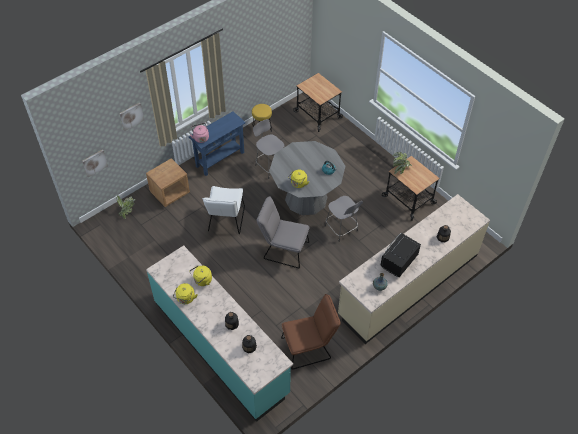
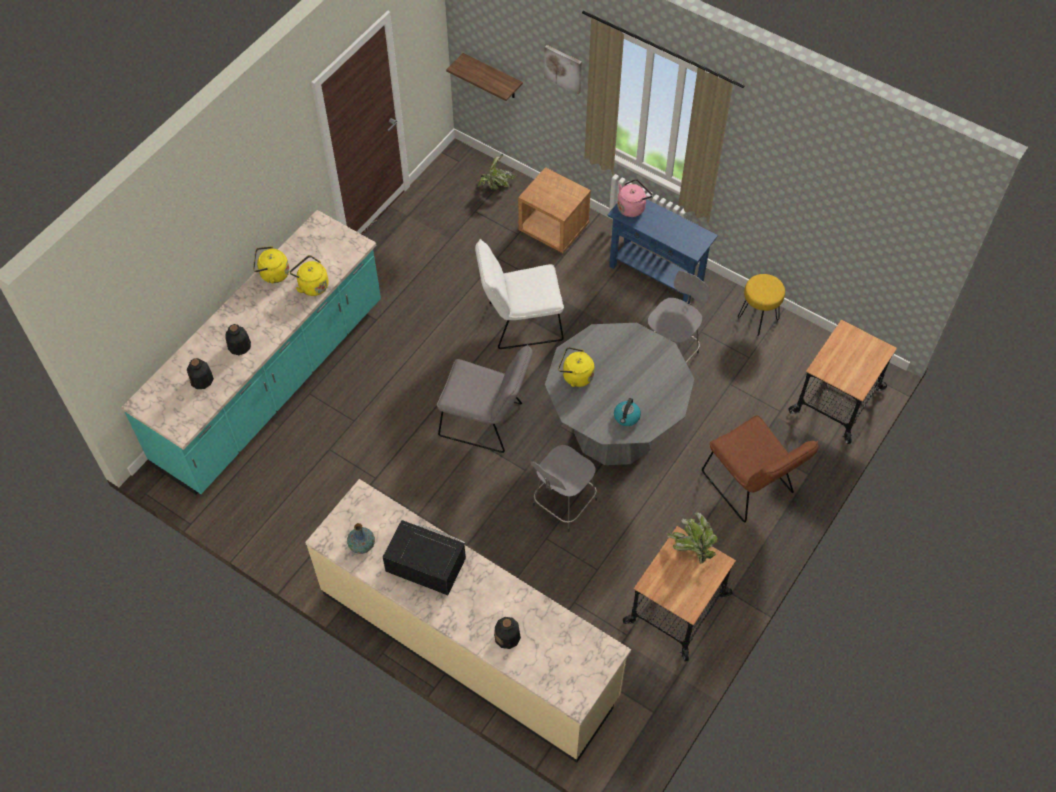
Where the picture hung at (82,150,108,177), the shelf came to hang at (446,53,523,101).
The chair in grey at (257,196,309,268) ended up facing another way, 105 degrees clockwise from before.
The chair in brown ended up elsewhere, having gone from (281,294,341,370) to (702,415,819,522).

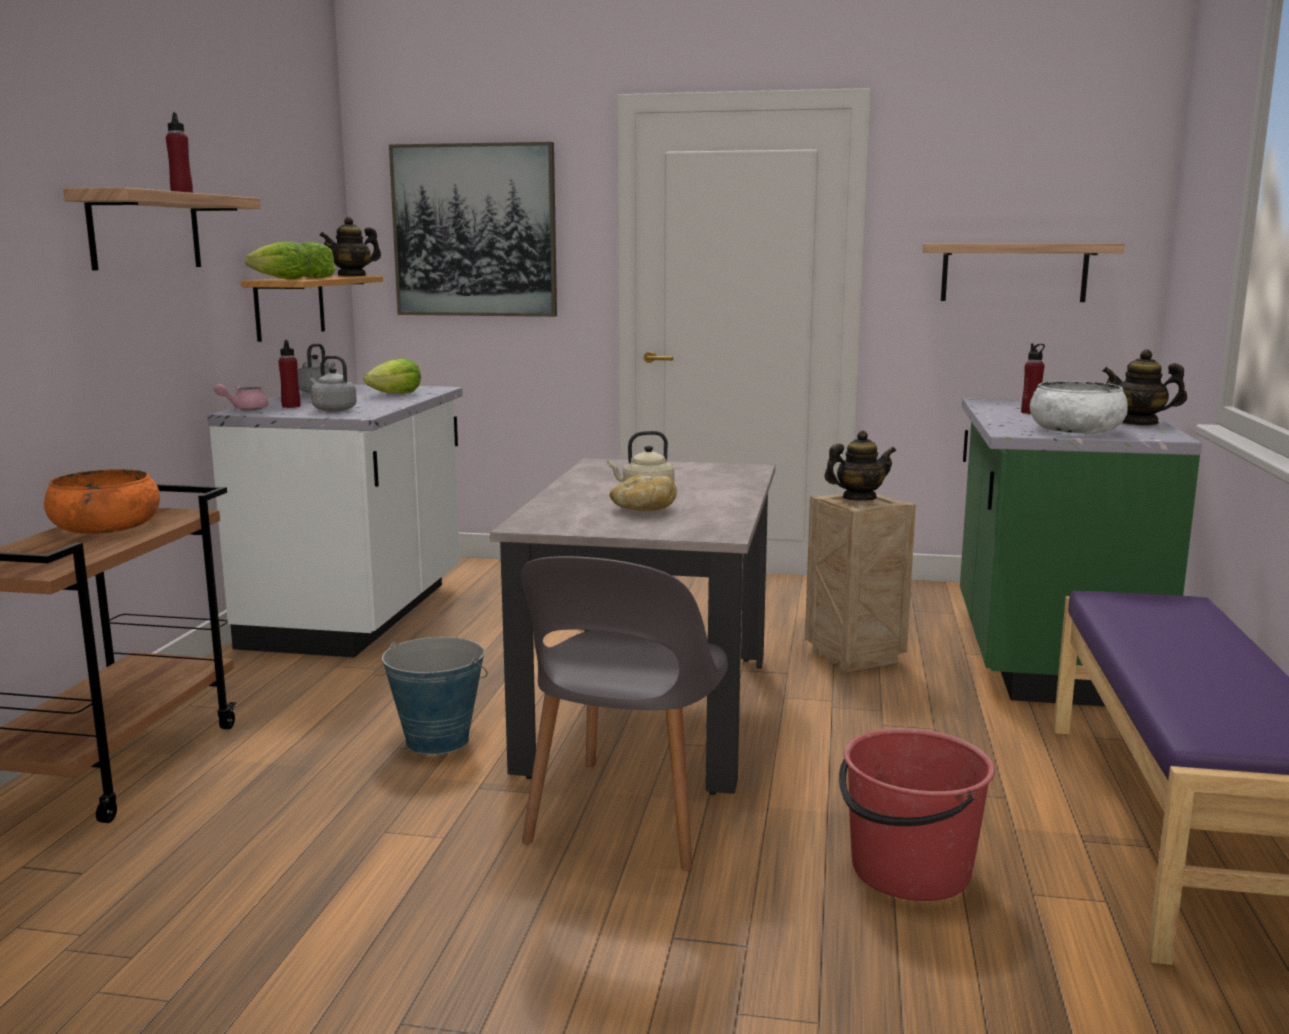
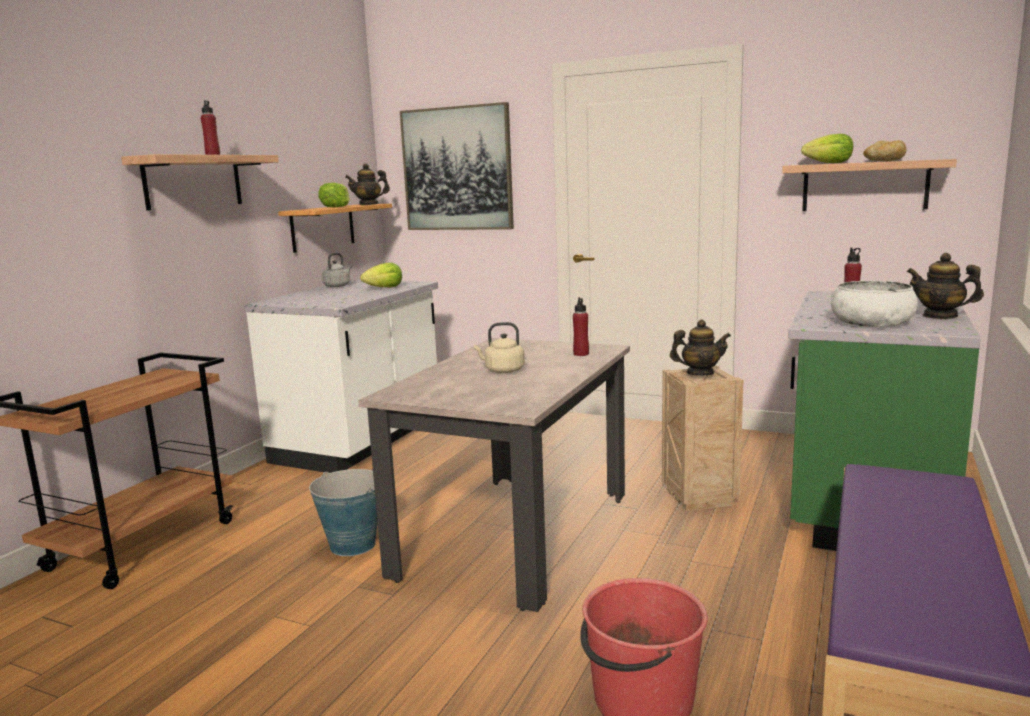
The second view lost the bowl in orange at (44,469,160,534).
The second view lost the teapot in pink at (214,384,268,410).
The lettuce ended up elsewhere, having gone from (245,242,310,280) to (801,134,853,163).
The bottle in red ended up elsewhere, having gone from (278,340,300,408) to (573,297,589,356).
The second view lost the kettle in grey at (310,355,357,412).
The second view lost the chair in grey at (521,556,728,871).
The bread ended up elsewhere, having gone from (610,475,677,511) to (863,140,907,161).

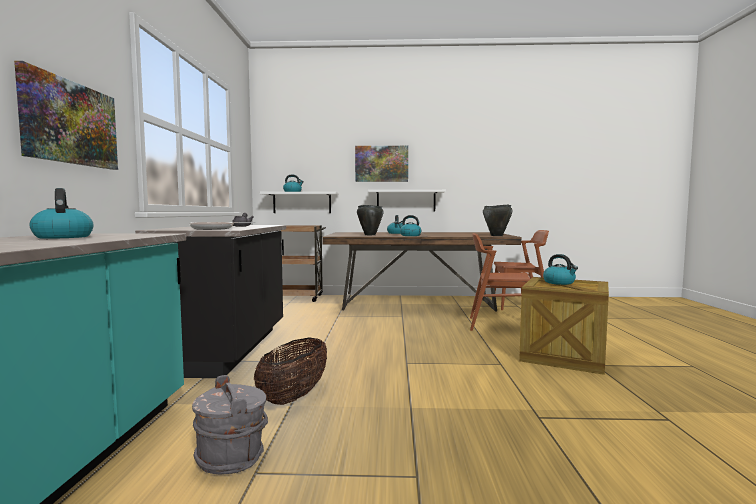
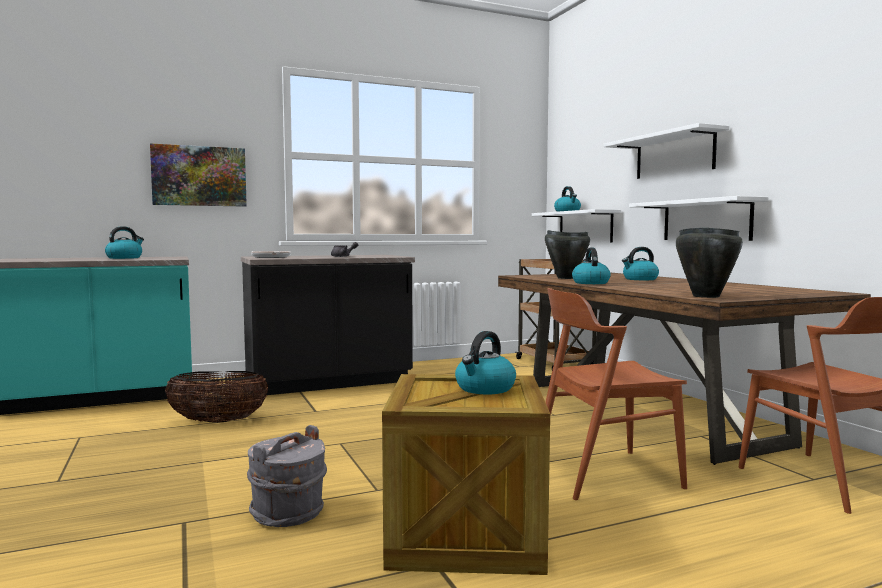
The bucket in grey ended up elsewhere, having gone from (192,375,268,474) to (247,425,327,527).
Where the picture hung at (355,146,408,182), the shelf in white came to hang at (603,123,729,179).
The chair in brown at (470,233,530,331) ended up facing another way, 90 degrees counterclockwise from before.

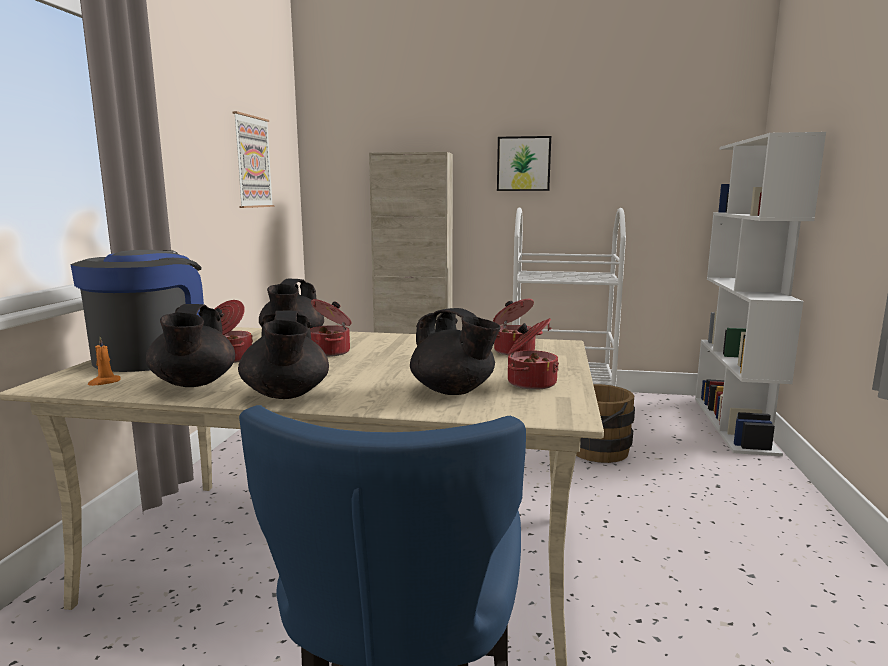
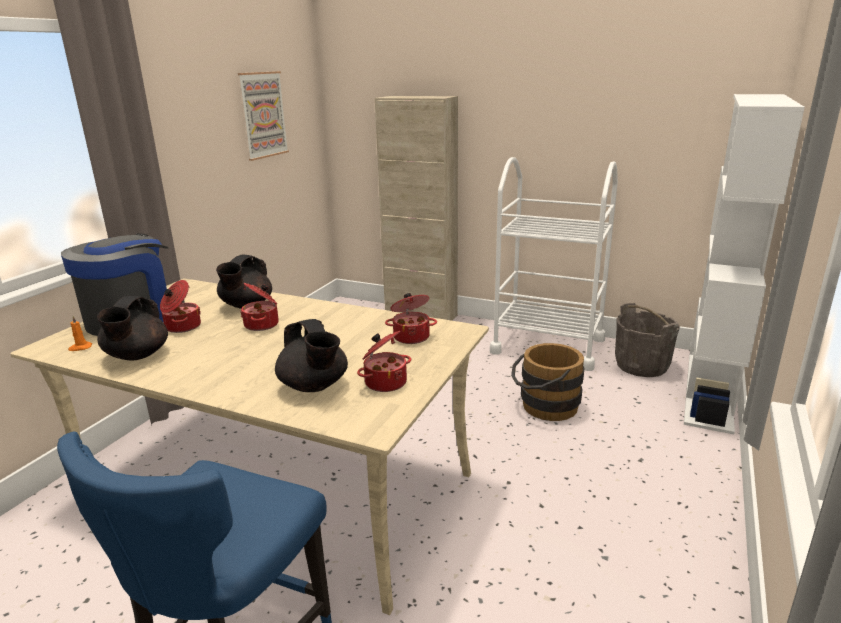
The second view lost the teapot in black at (238,310,329,399).
The second view lost the picture at (497,136,551,191).
The second view gained the bucket in grey at (615,303,680,377).

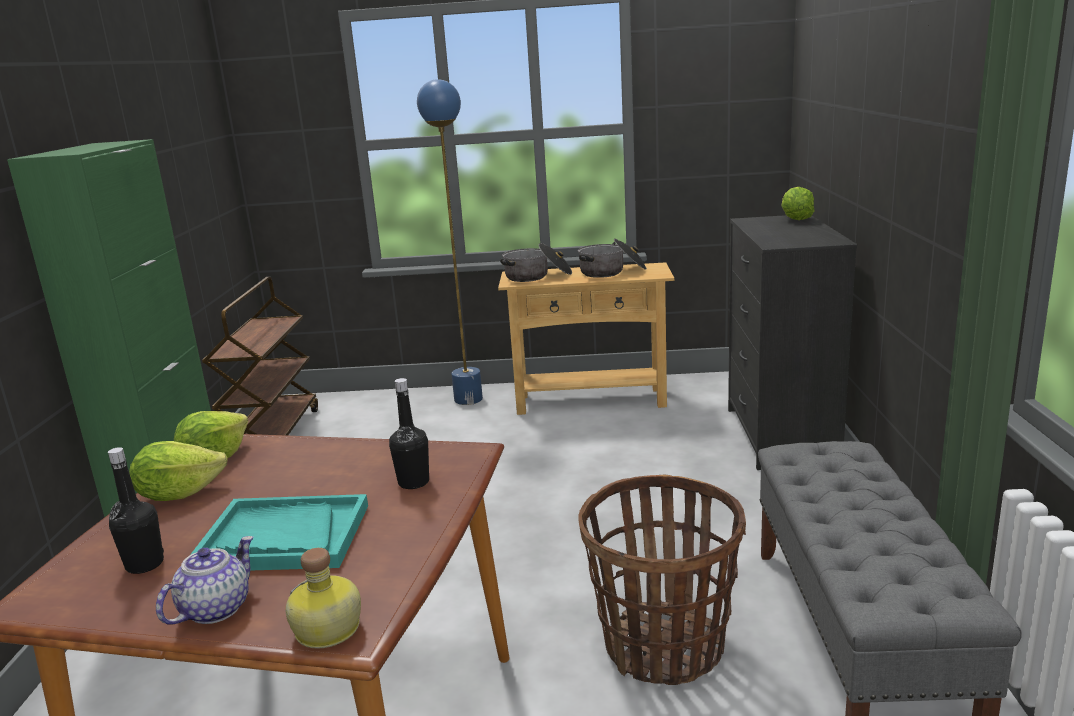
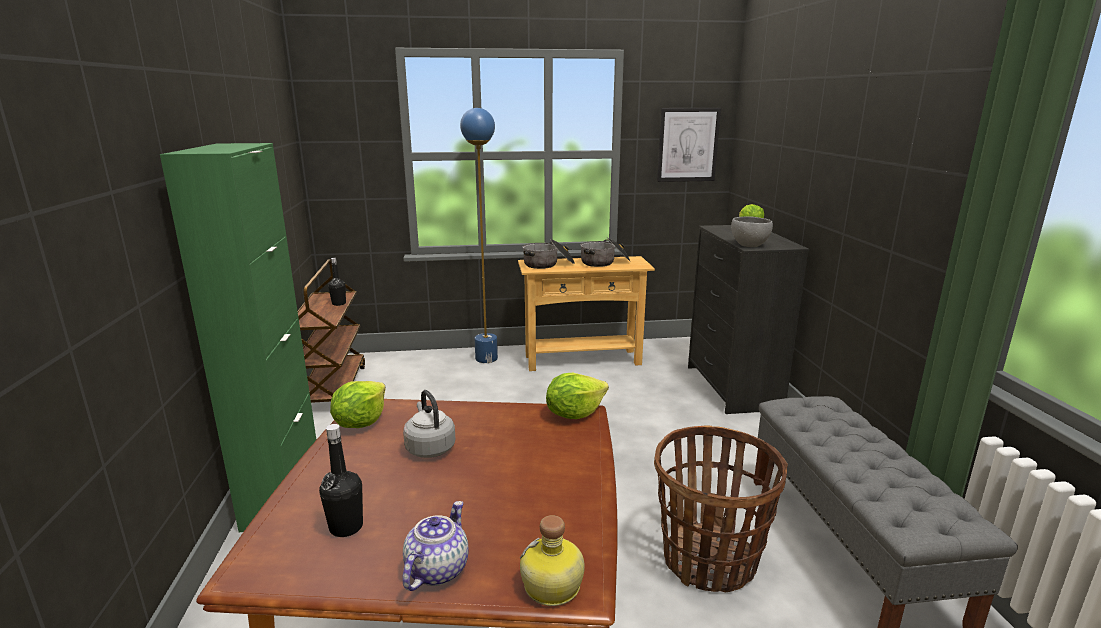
The lettuce ended up elsewhere, having gone from (129,441,228,501) to (546,373,609,419).
The second view lost the tray in turquoise at (190,494,368,571).
The bottle in black ended up elsewhere, having gone from (389,378,429,489) to (328,258,346,306).
The second view gained the kettle in grey at (403,390,455,458).
The second view gained the picture at (657,108,721,182).
The second view gained the bowl in grey at (731,217,773,247).

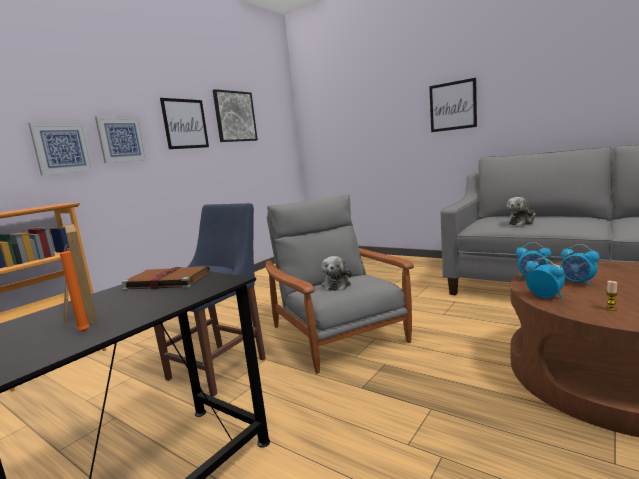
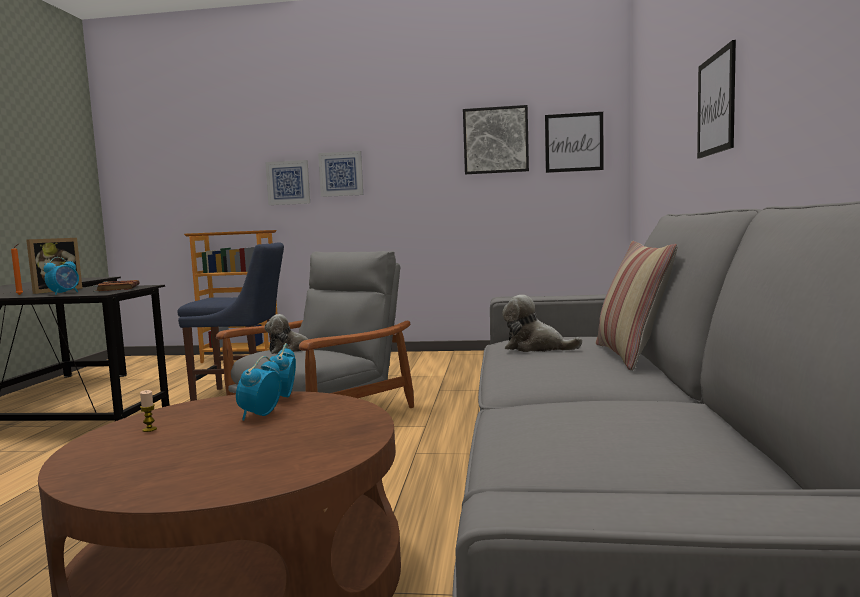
The picture ended up elsewhere, having gone from (160,98,209,149) to (545,112,604,173).
The alarm clock ended up elsewhere, having gone from (525,258,565,299) to (43,257,79,295).
The second view gained the pillow at (596,241,678,371).

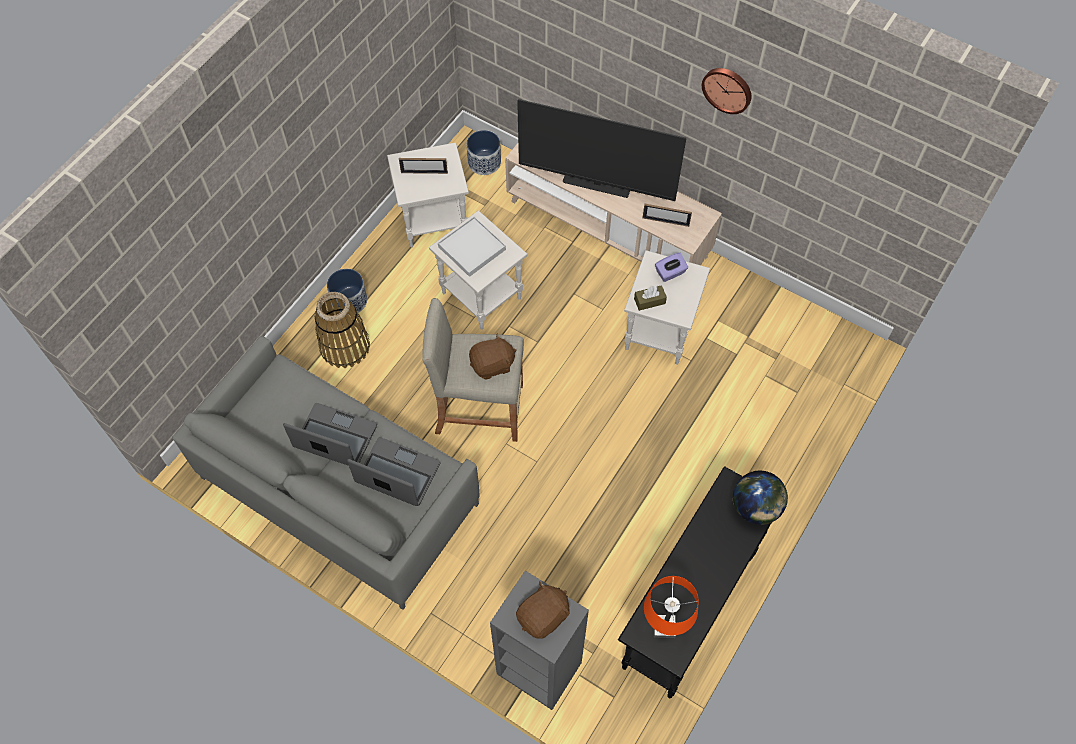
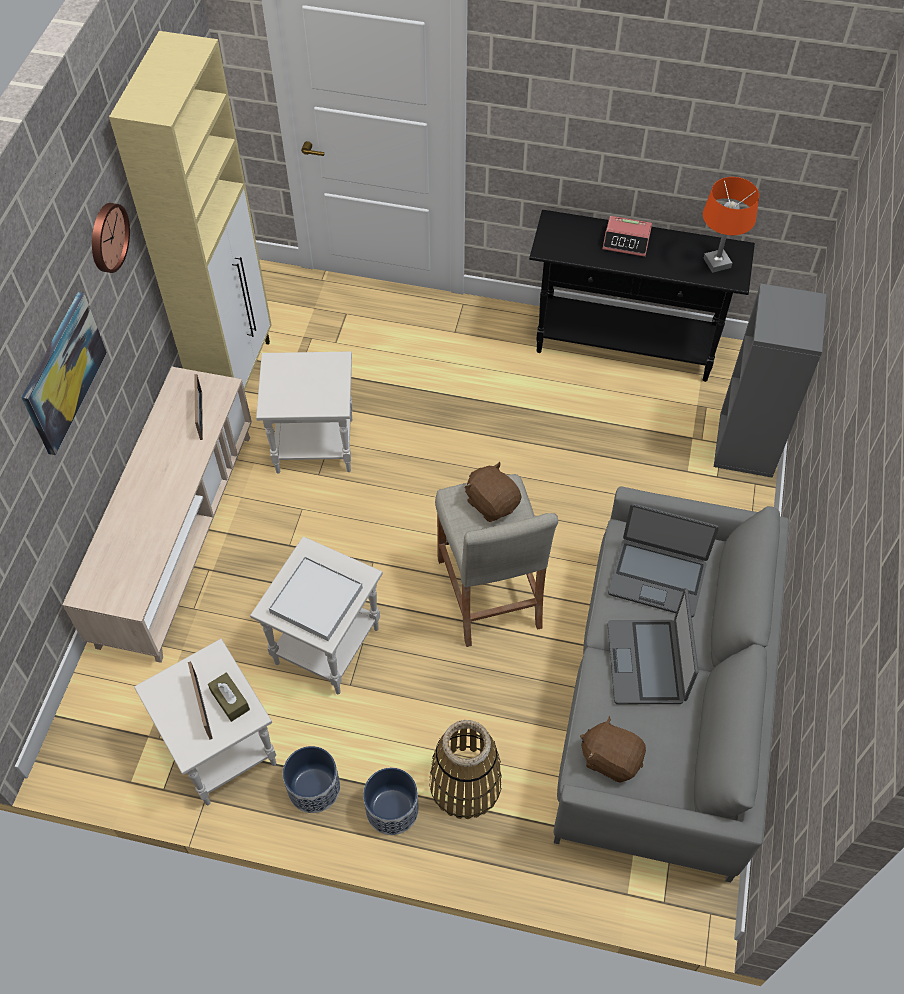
The laptop at (347,437,441,506) ended up facing another way, 75 degrees counterclockwise from before.
The planter ended up elsewhere, having gone from (466,130,501,175) to (283,746,340,813).
The plush toy in brown ended up elsewhere, having gone from (516,581,570,639) to (580,716,646,782).
The second view lost the television at (517,99,686,201).
The tissue box in brown ended up elsewhere, having gone from (634,285,667,311) to (208,672,250,722).
The second view lost the tissue box in purple at (655,253,688,282).
The second view lost the globe at (733,471,788,525).
The second view gained the picture at (21,292,107,455).
The second view gained the cabinet in beige at (109,31,272,390).
The second view gained the alarm clock at (603,216,652,257).

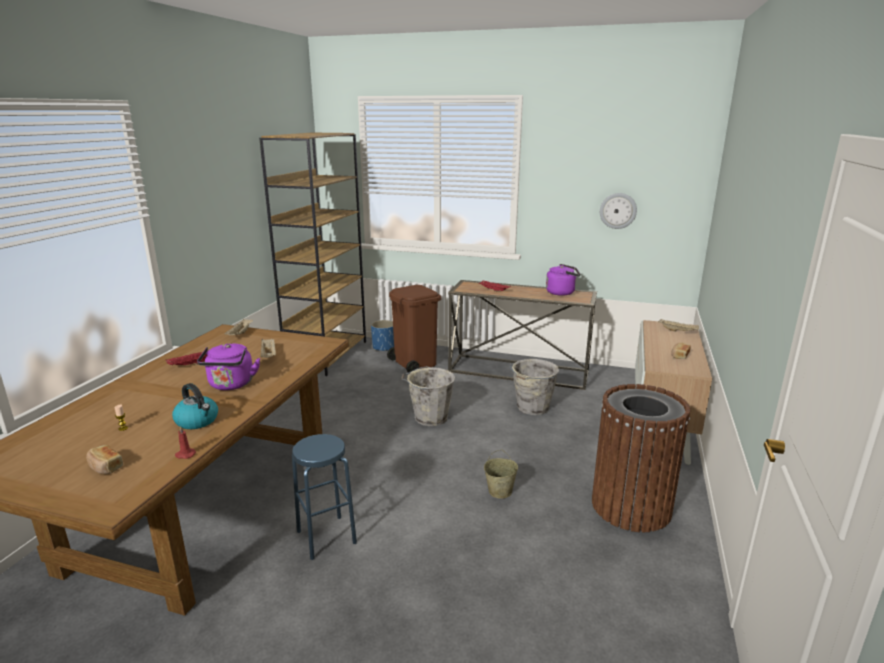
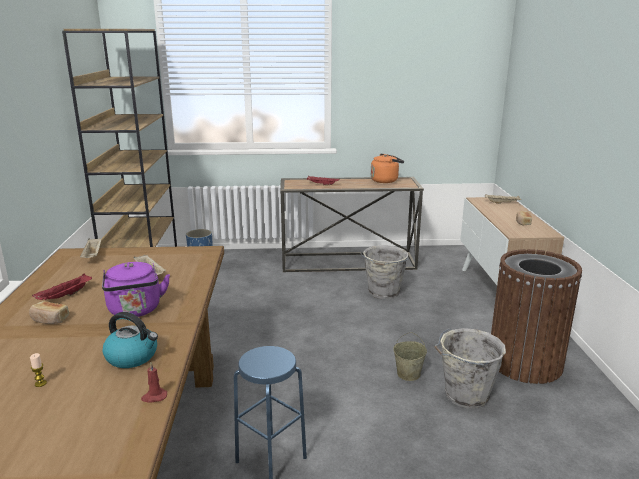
The bread ended up elsewhere, having gone from (86,445,123,474) to (29,301,69,324).
The second view lost the trash can in brown at (387,285,441,373).
The bucket in grey ended up elsewhere, having gone from (401,366,455,426) to (434,328,506,409).
What was the kettle in purple at (546,264,580,296) turned into the kettle in orange at (371,154,404,183).
The second view lost the wall clock at (600,193,637,229).

